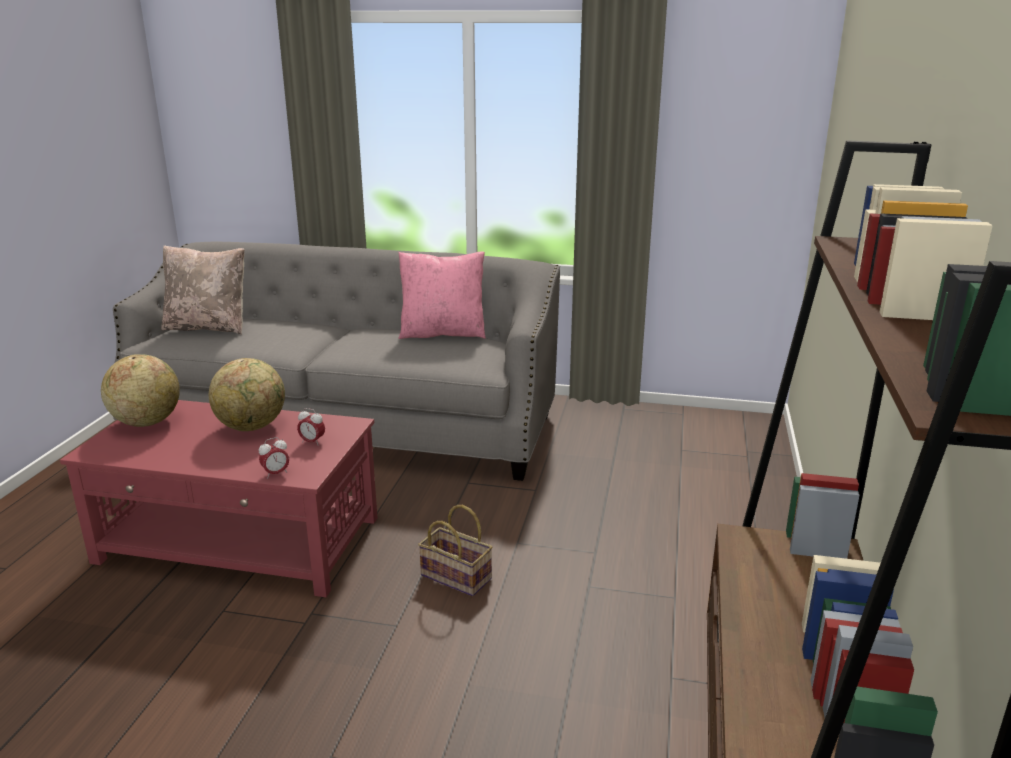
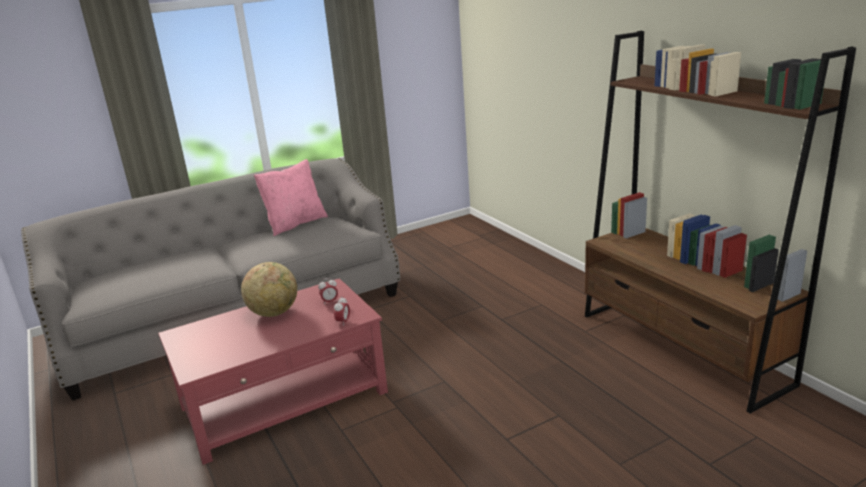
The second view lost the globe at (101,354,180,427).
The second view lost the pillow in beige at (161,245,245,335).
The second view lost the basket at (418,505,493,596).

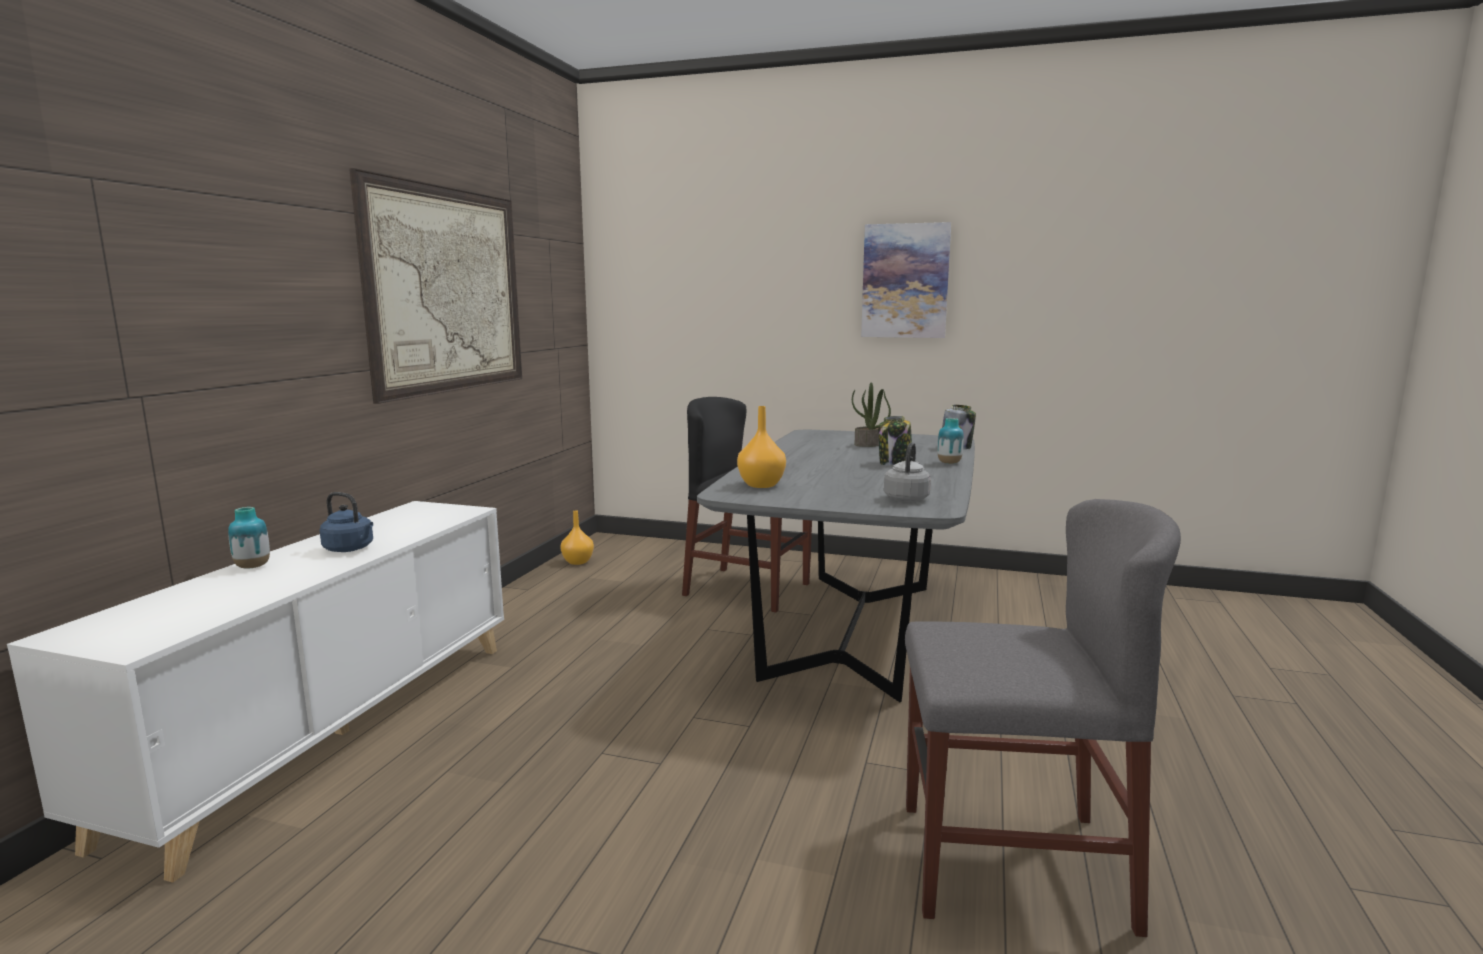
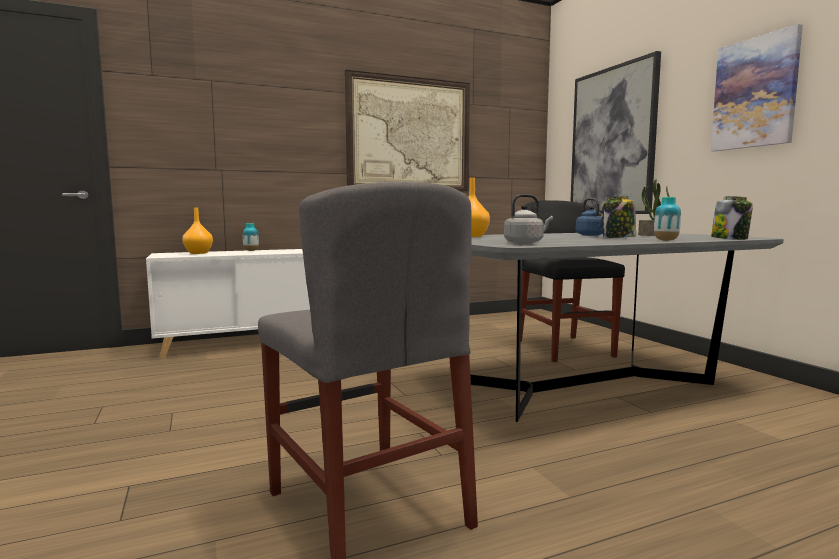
The kettle in blue ended up elsewhere, having gone from (320,492,373,552) to (575,198,603,236).
The vase in orange ended up elsewhere, having gone from (560,511,594,565) to (182,208,213,254).
The second view gained the picture at (570,51,661,214).

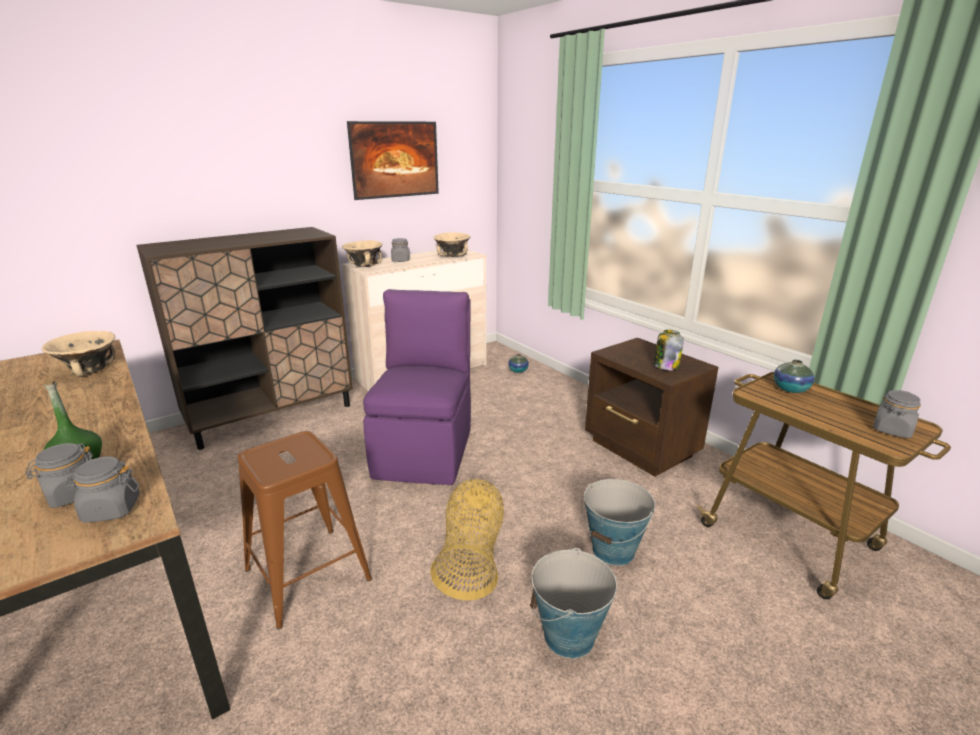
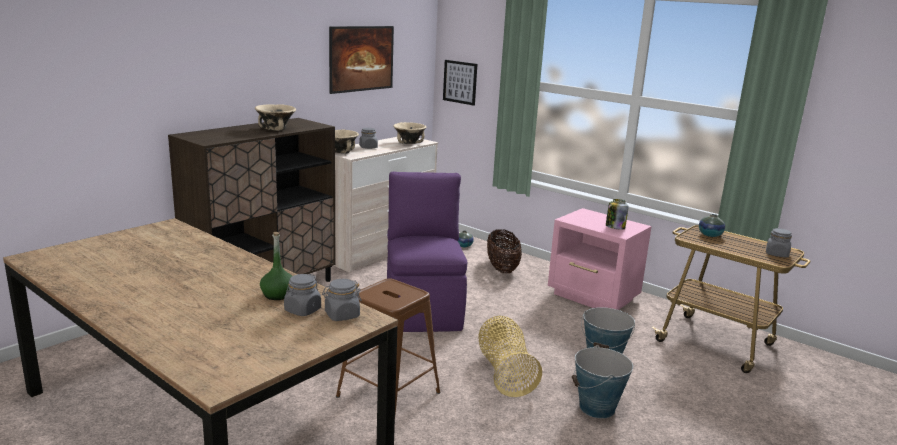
The bowl in beige ended up elsewhere, having gone from (42,331,116,377) to (255,104,296,131).
What was the nightstand in brown at (585,338,719,477) turned into the nightstand in pink at (548,208,652,310).
The second view gained the picture at (443,60,477,106).
The second view gained the basket at (487,229,522,273).

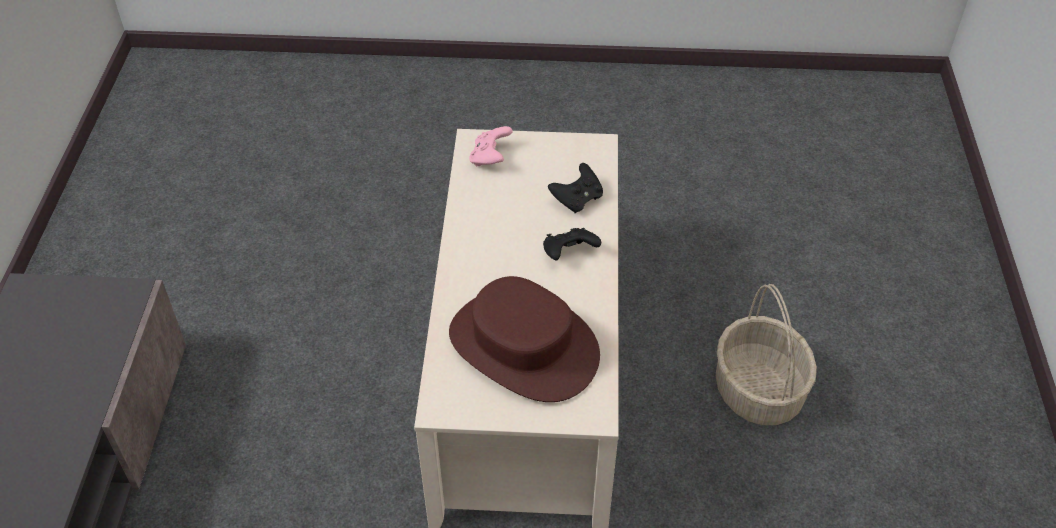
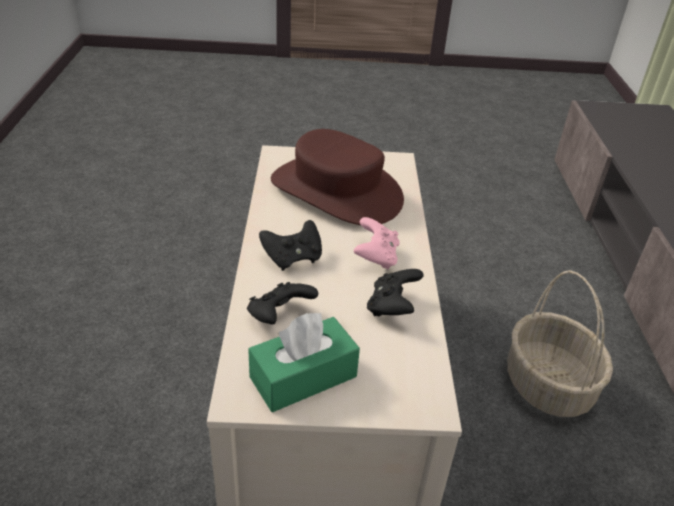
The game controller in pink ended up elsewhere, having gone from (469,126,513,166) to (354,217,400,269).
The basket ended up elsewhere, having gone from (716,284,817,425) to (507,270,613,417).
The second view gained the tissue box in green at (248,313,360,412).
The second view gained the game controller in black at (367,269,423,316).

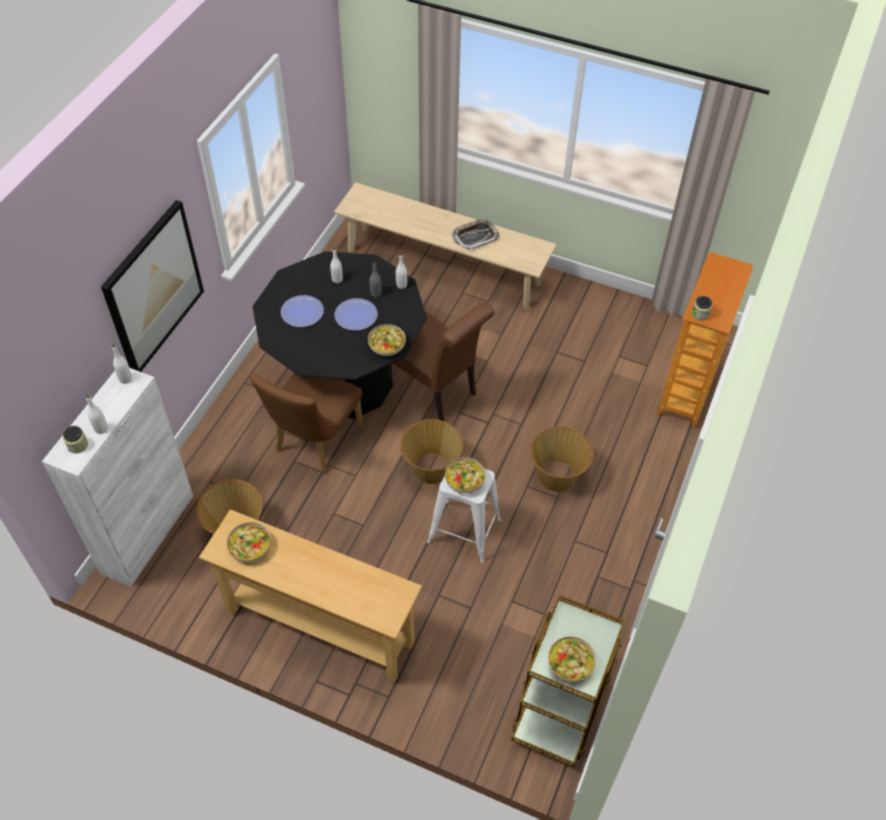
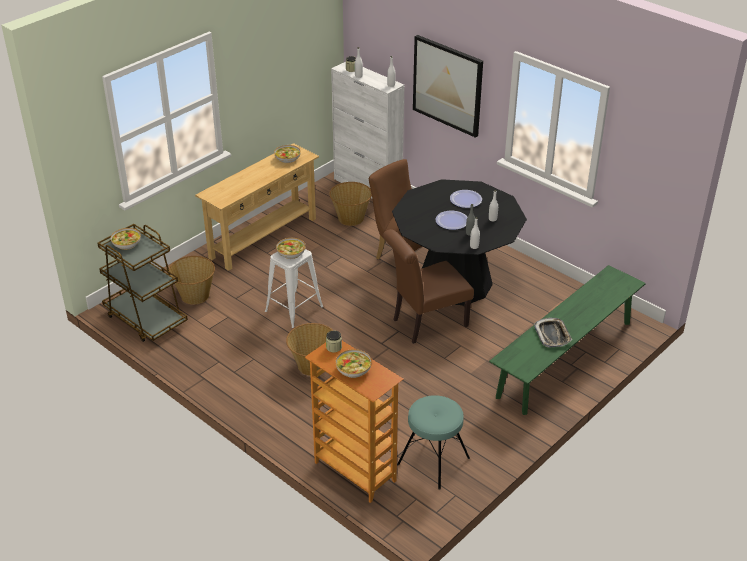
What was the bench in beige at (334,182,557,309) turned into the bench in green at (489,265,646,415).
The bowl ended up elsewhere, having gone from (368,324,406,356) to (336,349,372,378).
The basket ended up elsewhere, having gone from (400,419,463,484) to (169,256,215,305).
The second view gained the stool in turquoise at (397,395,470,490).

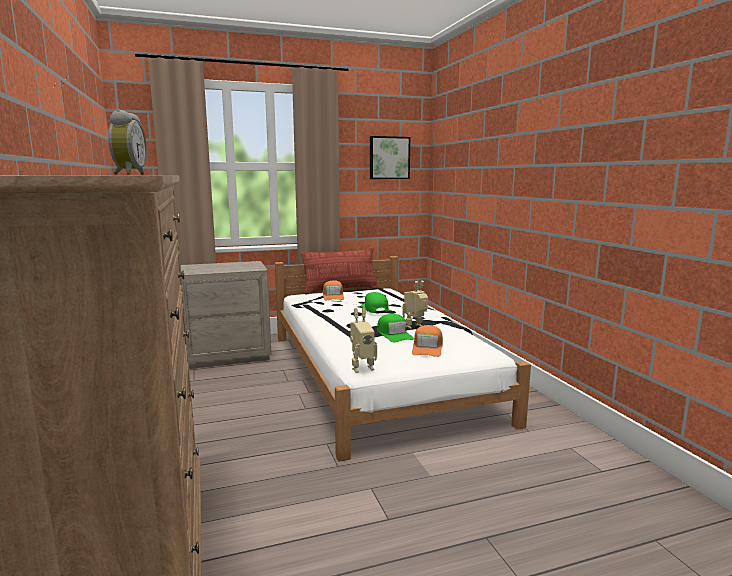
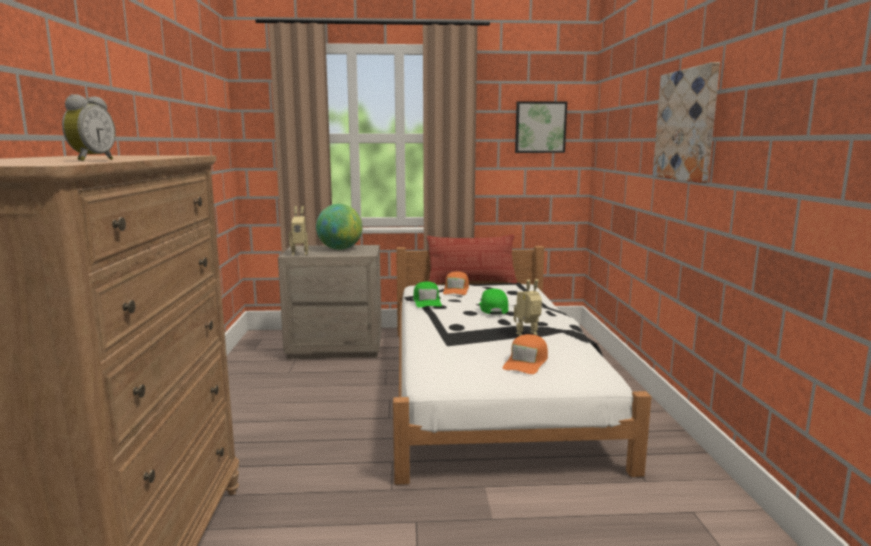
The toy robot ended up elsewhere, having gone from (350,308,377,373) to (289,206,308,255).
The cap in green ended up elsewhere, having gone from (377,314,414,342) to (413,282,442,308).
The second view gained the globe at (316,204,363,250).
The second view gained the picture at (653,62,720,183).

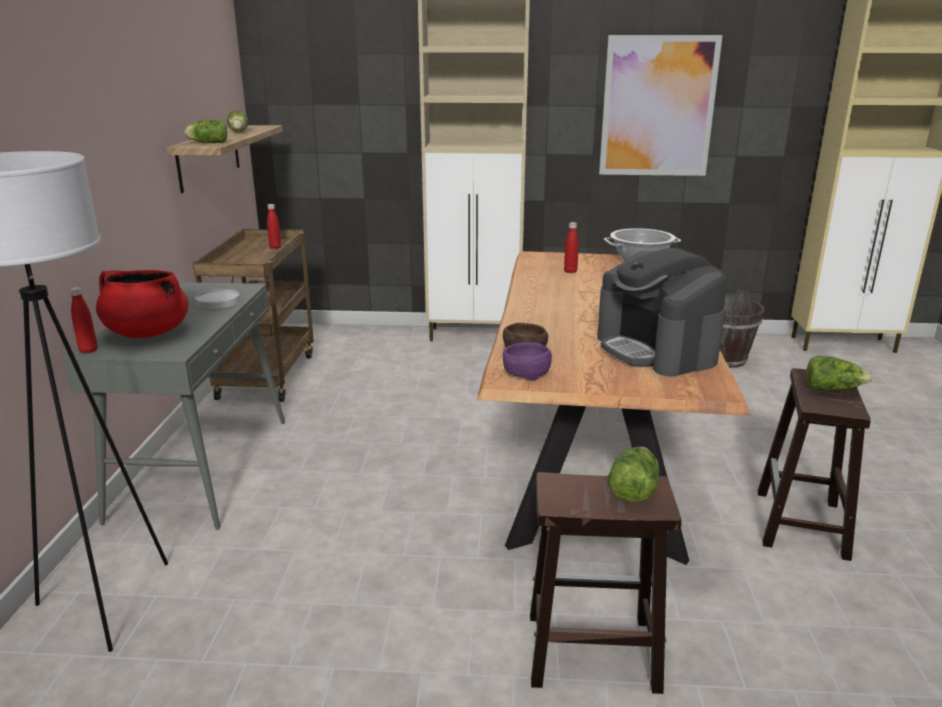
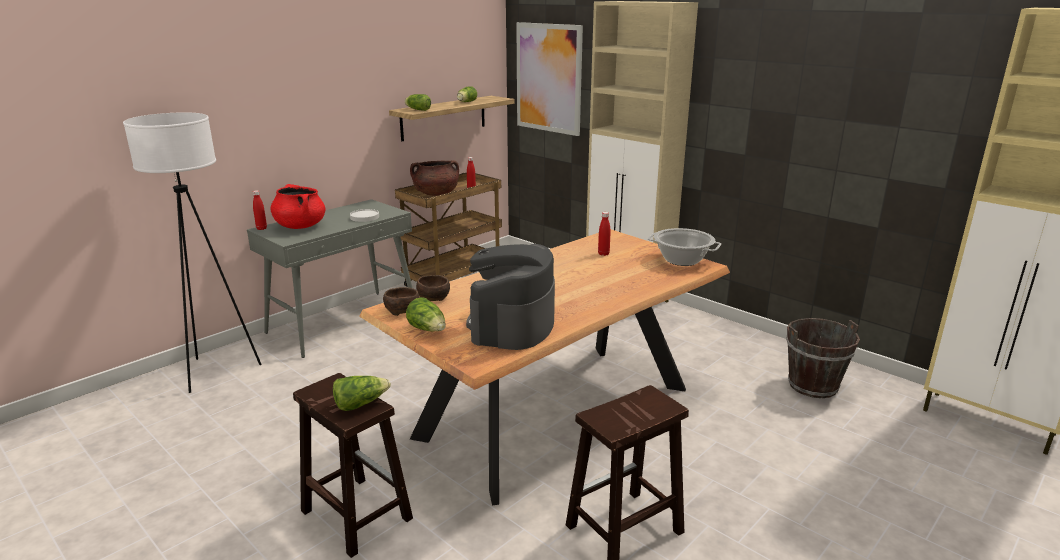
What was the bowl in purple at (503,342,552,381) turned into the bowl in brown at (383,287,420,316).
The picture ended up elsewhere, having gone from (599,35,723,176) to (516,22,583,136).
The lettuce ended up elsewhere, having gone from (806,355,873,391) to (406,297,446,331).
The second view gained the cooking pot in brown at (410,160,459,196).

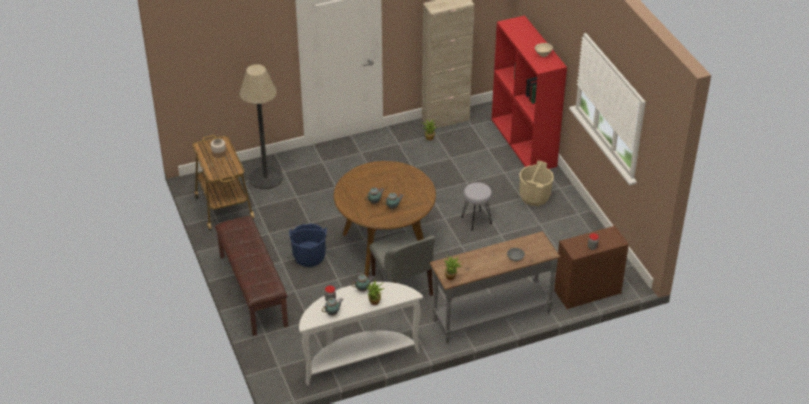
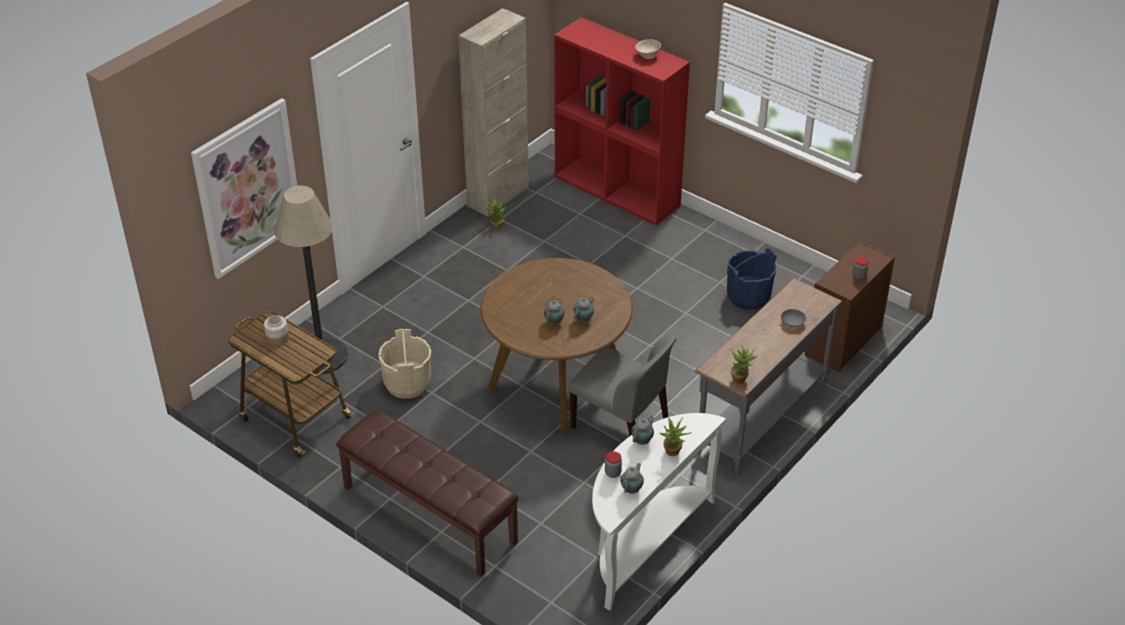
The bucket in blue ended up elsewhere, having gone from (289,223,327,267) to (727,248,777,310).
The second view lost the stool in grey at (461,182,492,231).
The bucket in beige ended up elsewhere, having gone from (519,161,554,206) to (378,329,431,398).
The second view gained the picture at (191,98,297,279).

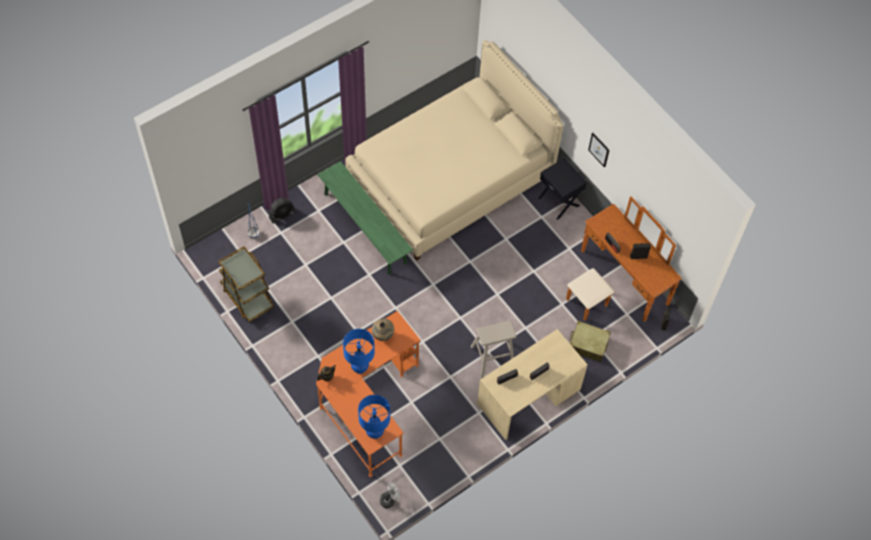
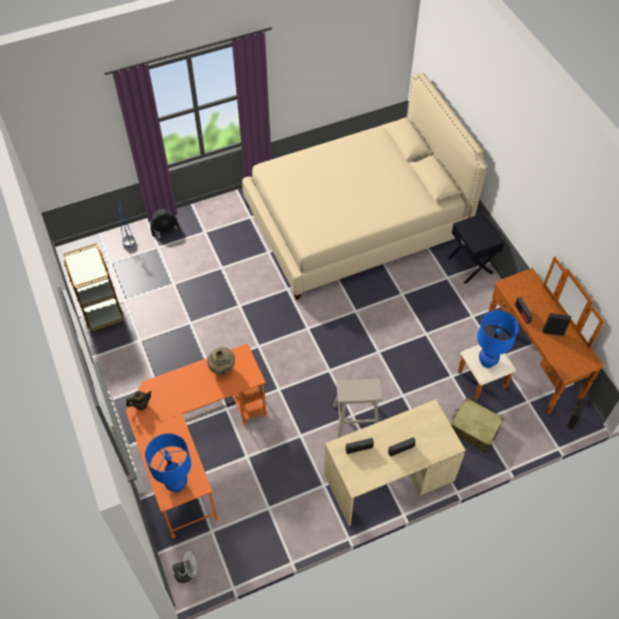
The second view lost the bench in green at (317,161,413,275).
The table lamp in blue ended up elsewhere, having gone from (343,329,375,374) to (477,310,519,368).
The second view lost the picture at (588,133,609,168).

